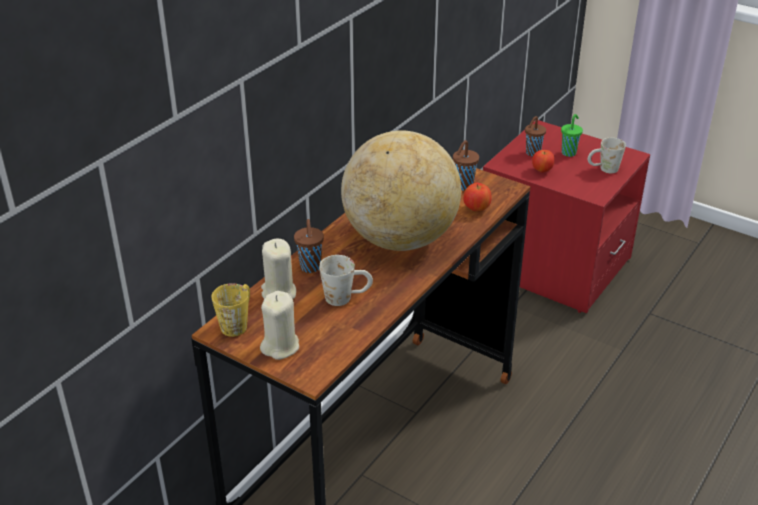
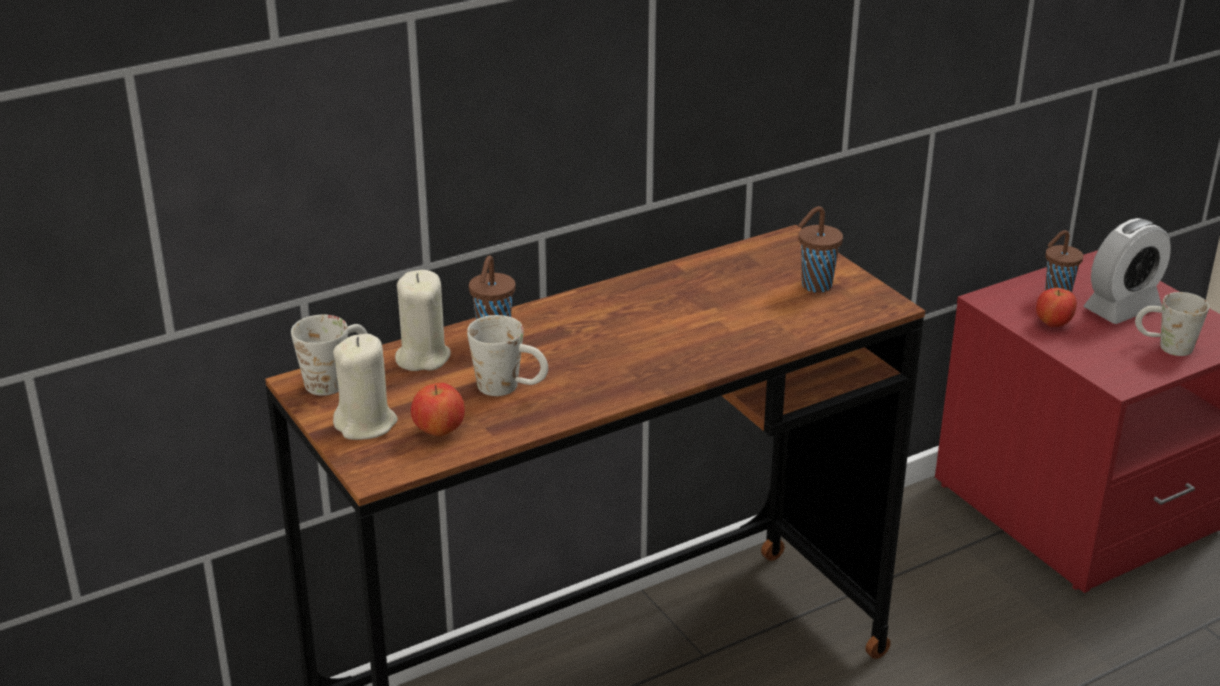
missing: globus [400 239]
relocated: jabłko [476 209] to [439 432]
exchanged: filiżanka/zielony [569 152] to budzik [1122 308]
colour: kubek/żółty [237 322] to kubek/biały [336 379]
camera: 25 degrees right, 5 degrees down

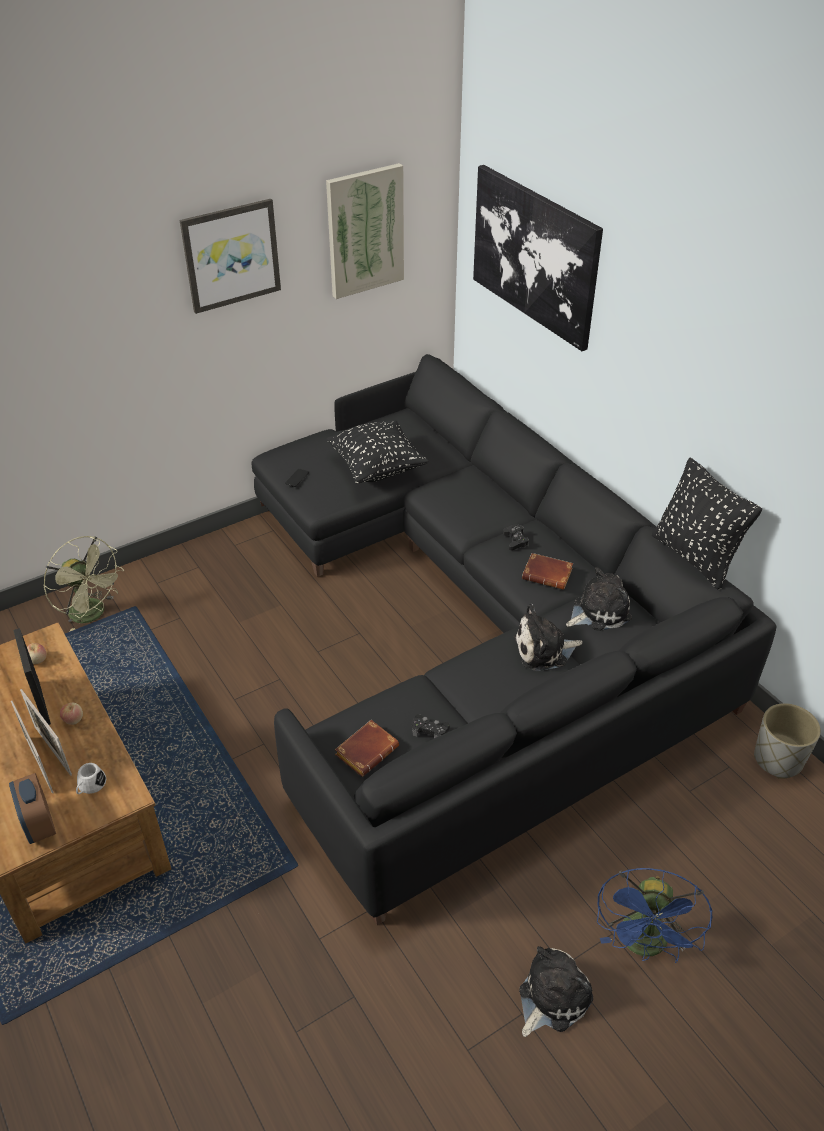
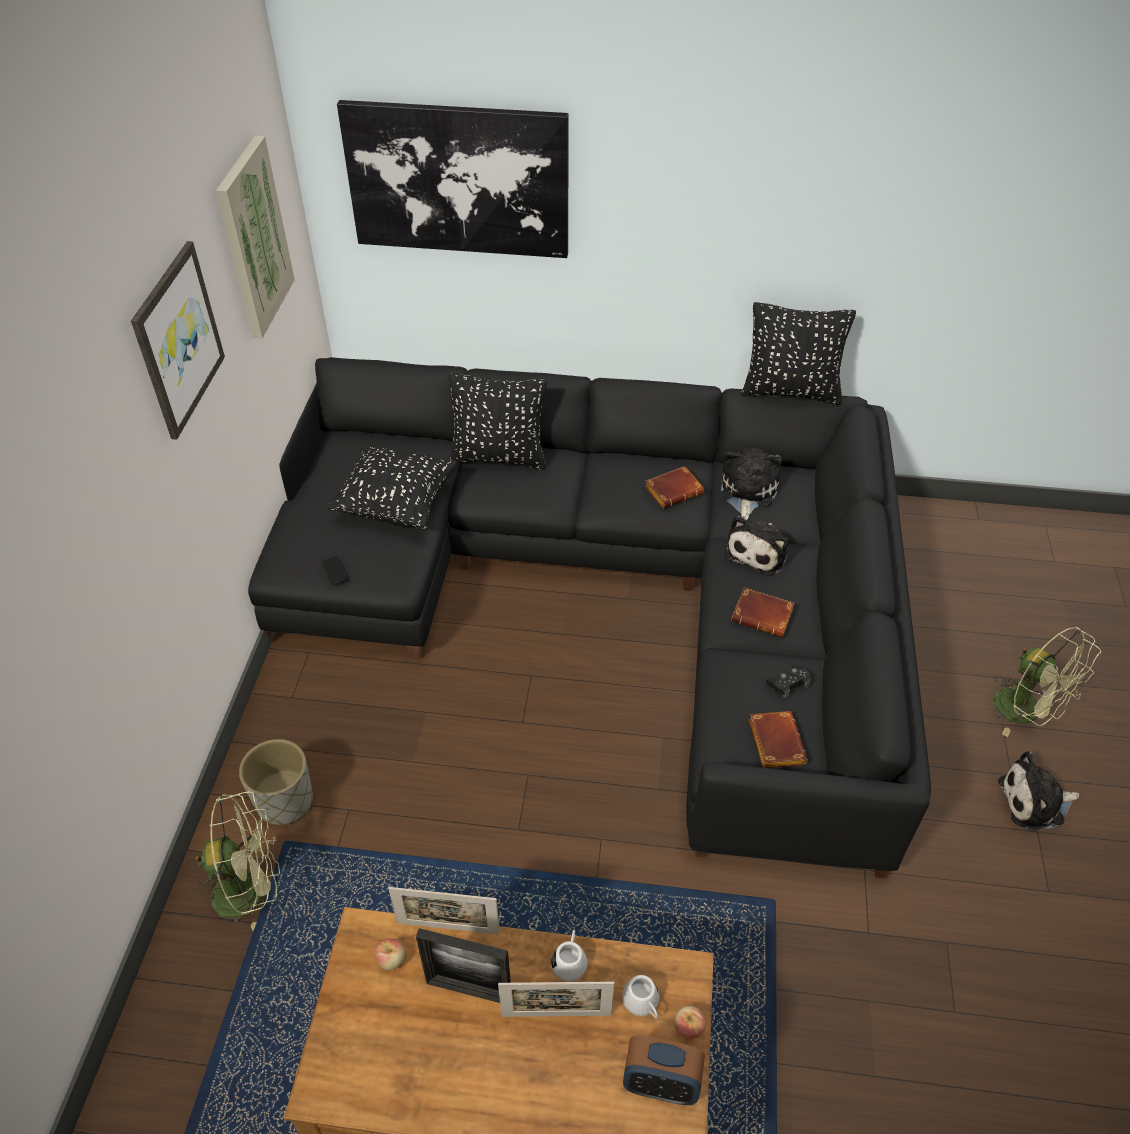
missing: pad do gier/czarny [515 541]
appeared: poduszka/czarny [499 457]; kubek/biały [570 960]; książka/brązowy [764 615]
relocated: ramka na zdjęcie [39 765] to [448 928]; jabłko [73 720] to [688 1028]; donica/szary [778 760] to [285 801]
colour: wentylator/niebieski [644 946] to wentylator/zielony [1026 712]
spun: pluszak [551 997] = [1035 802] 90 degrees counterclockwise
camera: 50 degrees left, 5 degrees up

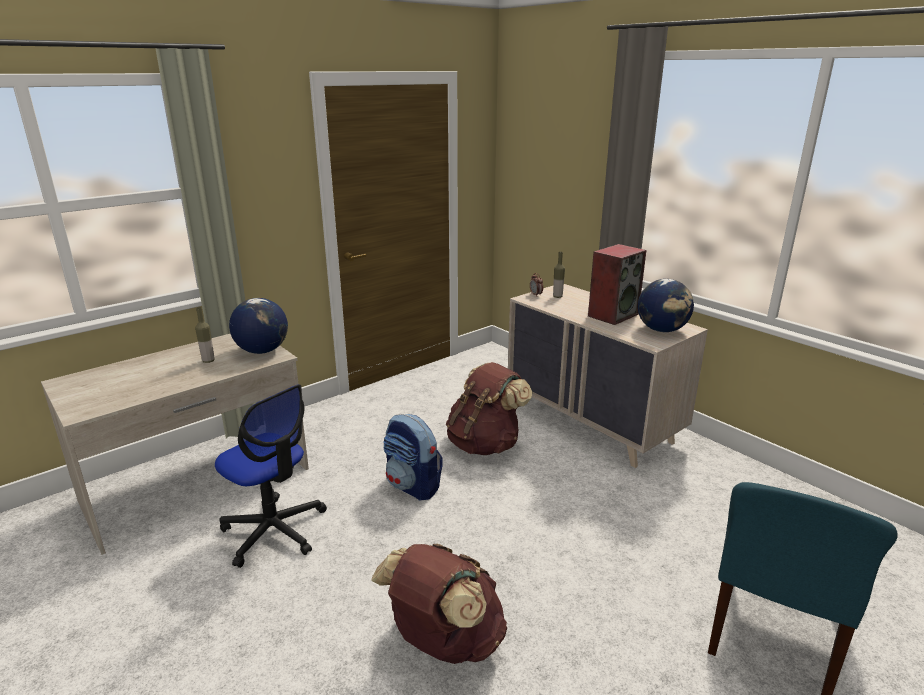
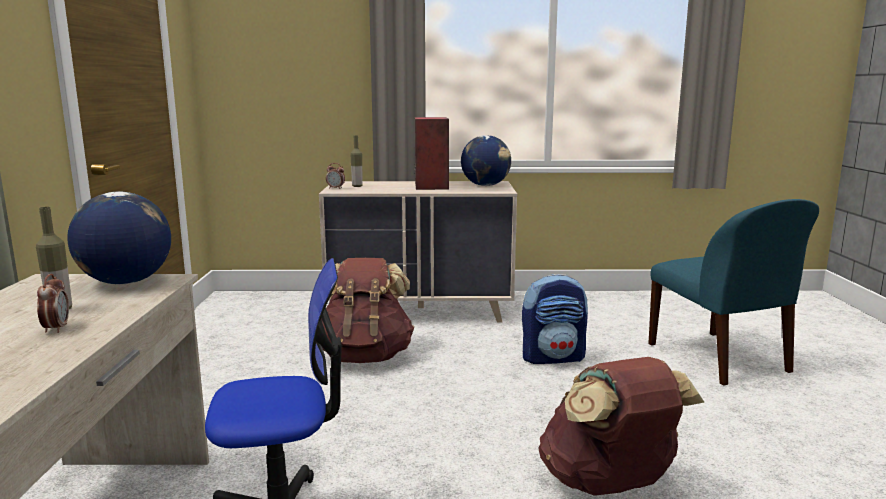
appeared: budzik [56 328]
relocated: plecak [413 486] to [553 357]
camera: 50 degrees left, 10 degrees down

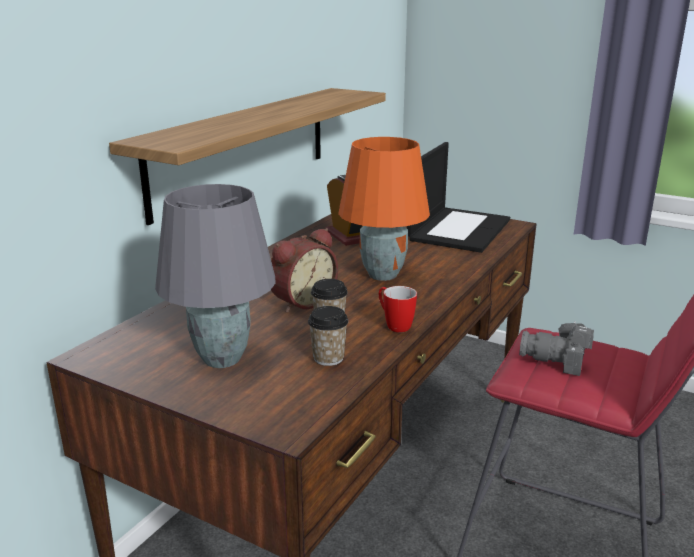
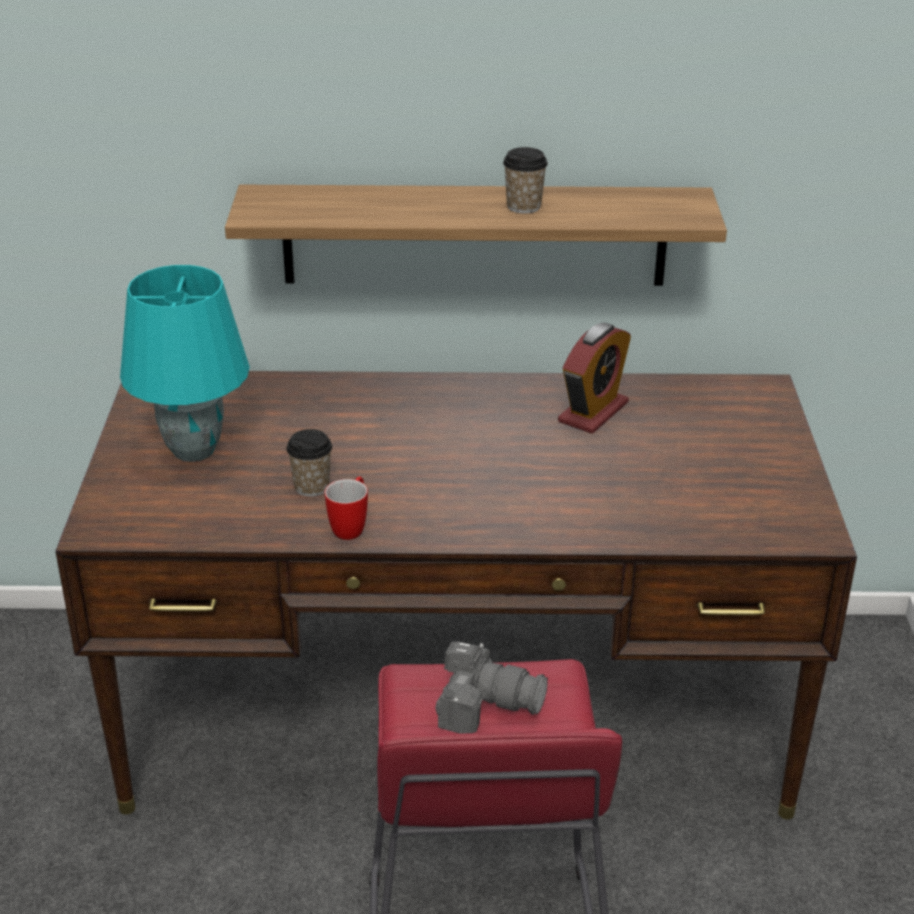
missing: budzik [301 302]; lampa stołowa/pomarańczowy [382 274]; laptop [458 229]
relocated: filiżanka [328 358] to [523 206]
colour: lampa stołowa/szary [223 359] to lampa stołowa/turkusowy [193 452]
spun: aparat fotograficzny [558 360] = [485 704] 120 degrees clockwise
camera: 60 degrees right, 10 degrees up

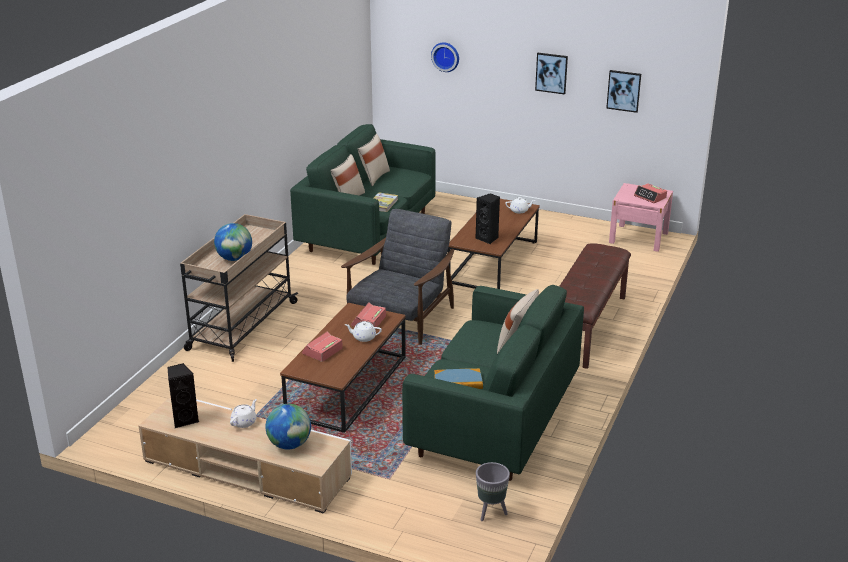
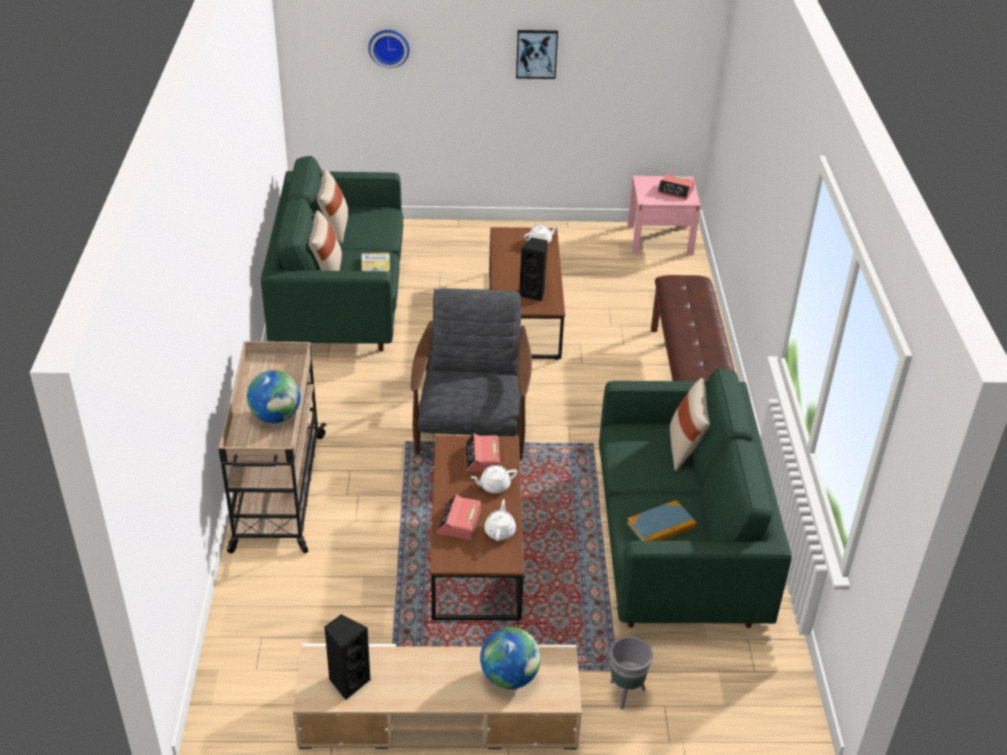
missing: obraz [624 90]
relocated: imbryk/biały [244 422] to [500 531]; donica/szary [491 513] to [626 693]
camera: 25 degrees left, 10 degrees up

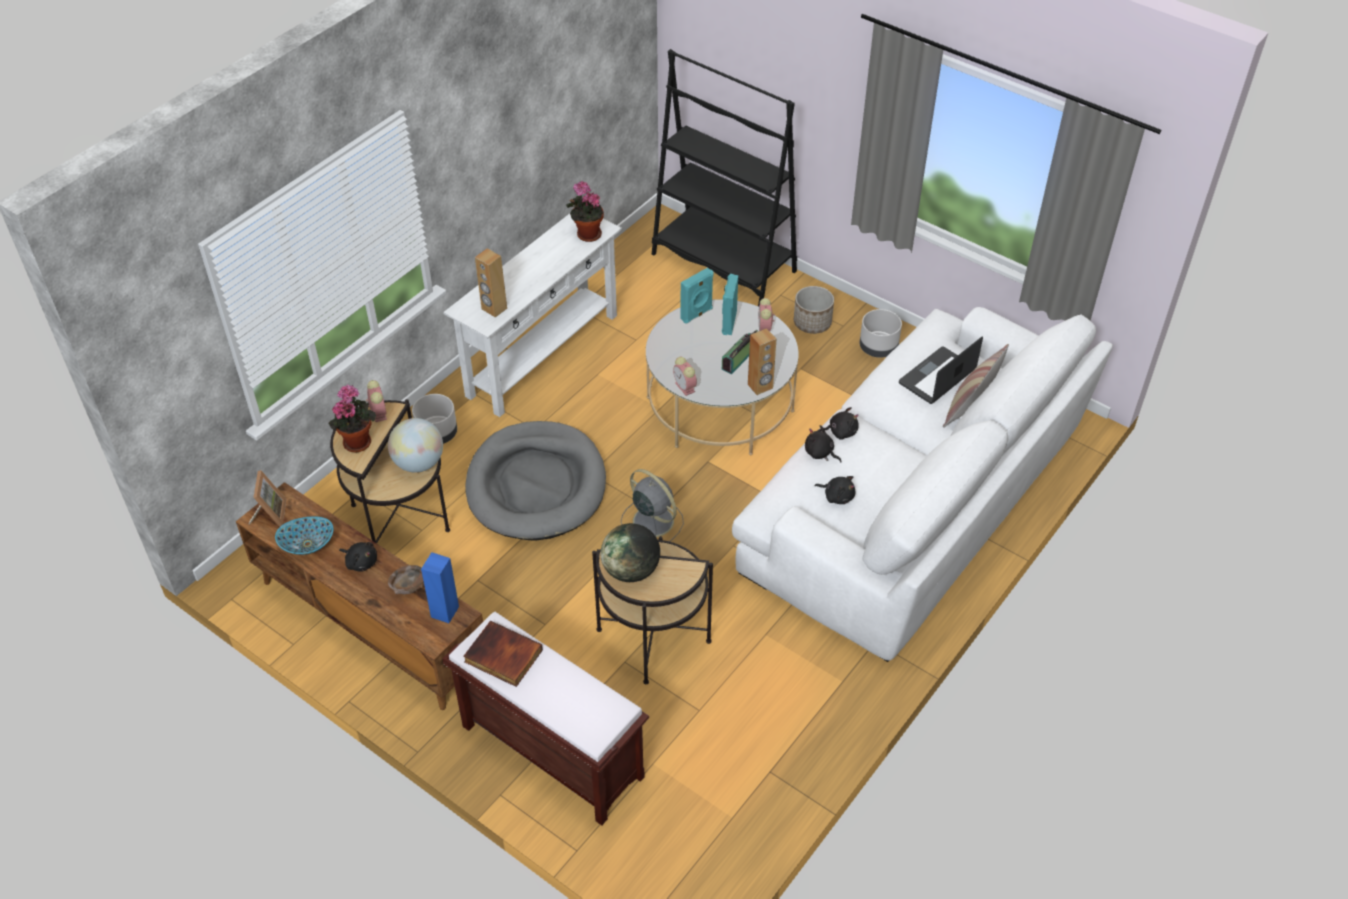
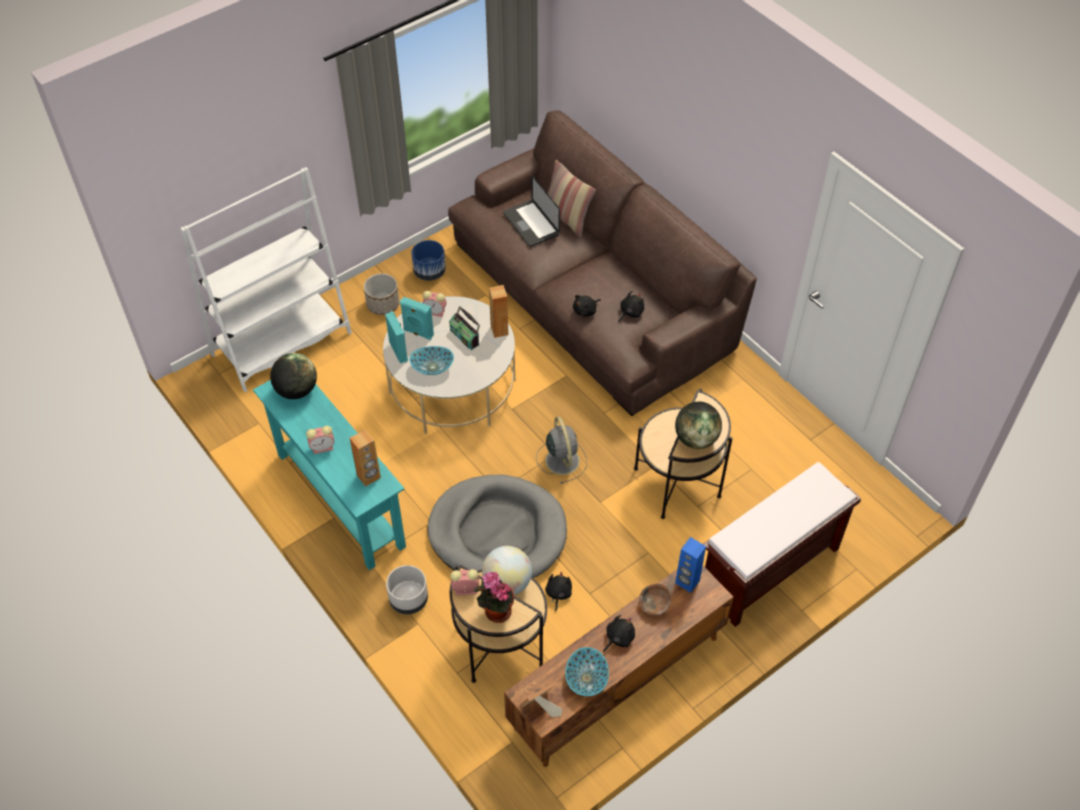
missing: książka [502 657]
appeared: miska [432 367]
relocated: budzik [685 388] to [323 447]; pluszak/czarny [840 432] to [558 594]
exchanged: roślina doniczkowa [586 234] to globus [297 390]
colour: stolik konsolowy/biały [542 355] to stolik konsolowy/turkusowy [339 500]; regał/czarny [723 263] to regał/biały [282 344]; kanapa/biały [915 500] to kanapa/brązowy [593 294]; donica/szary [878 348] to donica/niebieski [429 272]
spun: ramka na zdjęcie [270 514] = [541 707] 45 degrees counterclockwise; wentylator/szary [651 520] = [562 459] 105 degrees clockwise
camera: 75 degrees left, 5 degrees up

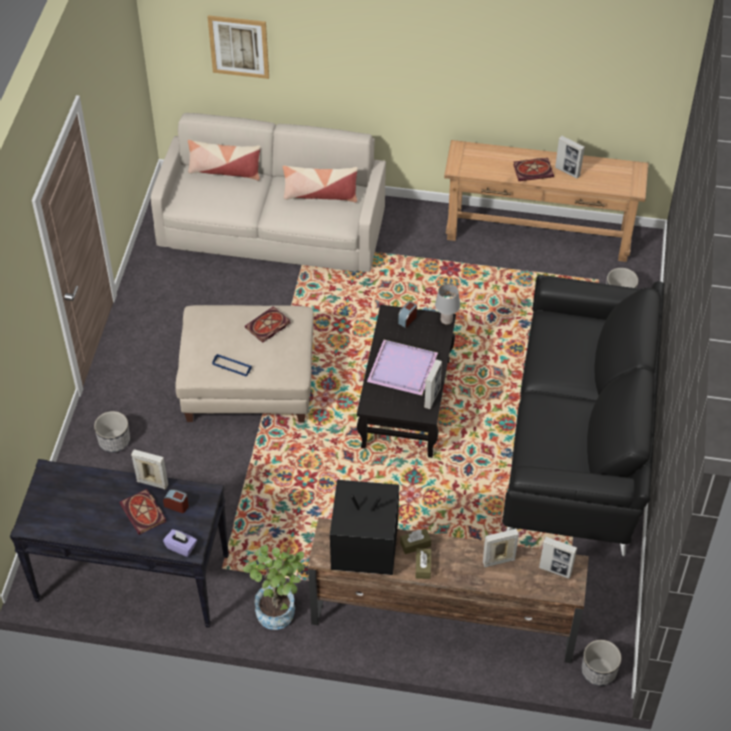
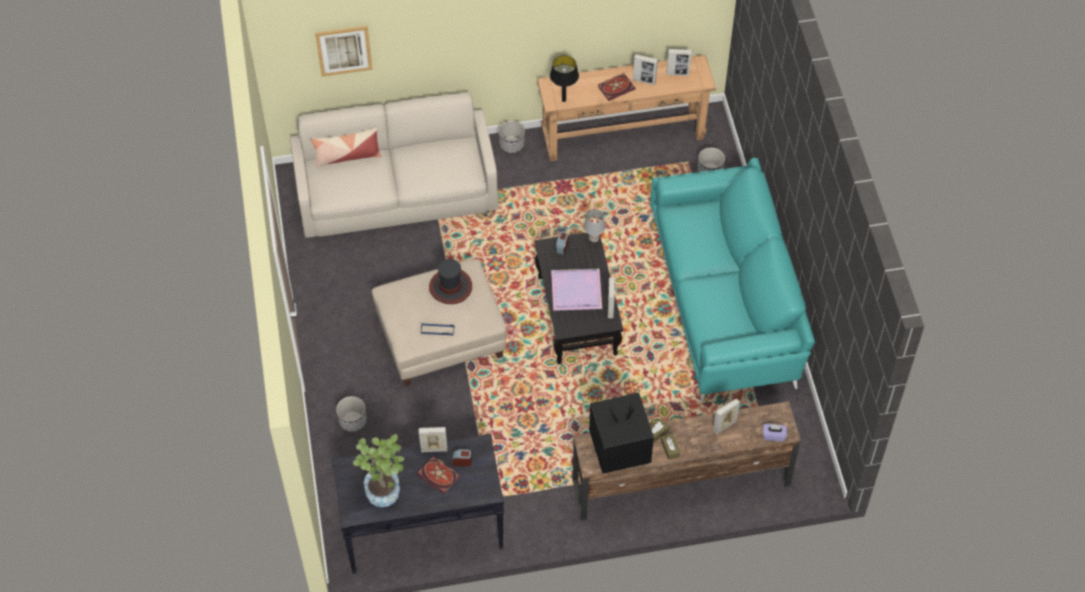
missing: poduszka [320 195]
appeared: lampa stołowa/czarny [563 100]
relocated: pudełko chusteczek/fioletowy [181 547] to [773 435]; roślina doniczkowa [278 608] to [384 487]; ramka na zdjęcie [555 570] to [677 74]; donica [599 671] to [512 144]
exchanged: książka [267 326] to kapelusz [450 287]
colour: kanapa/czarny [580 435] to kanapa/turkusowy [725 300]
camera: 20 degrees left, 5 degrees up

